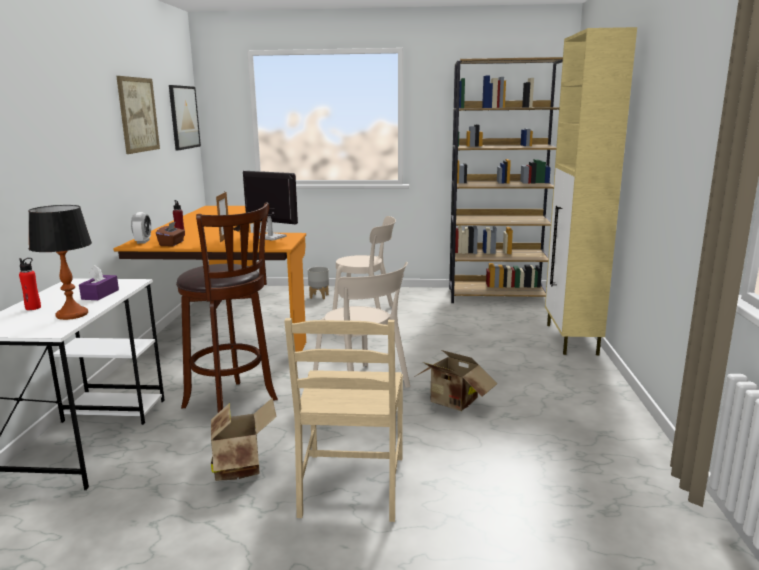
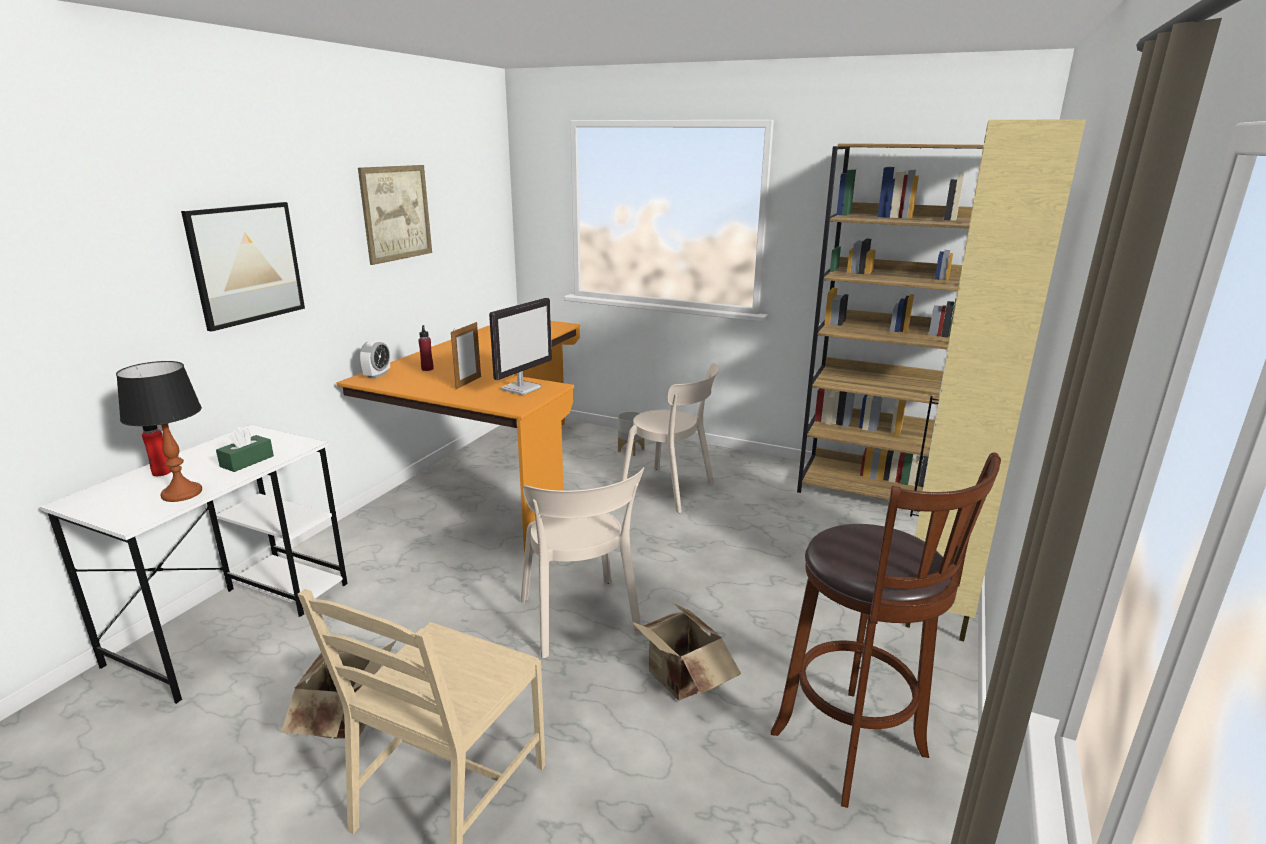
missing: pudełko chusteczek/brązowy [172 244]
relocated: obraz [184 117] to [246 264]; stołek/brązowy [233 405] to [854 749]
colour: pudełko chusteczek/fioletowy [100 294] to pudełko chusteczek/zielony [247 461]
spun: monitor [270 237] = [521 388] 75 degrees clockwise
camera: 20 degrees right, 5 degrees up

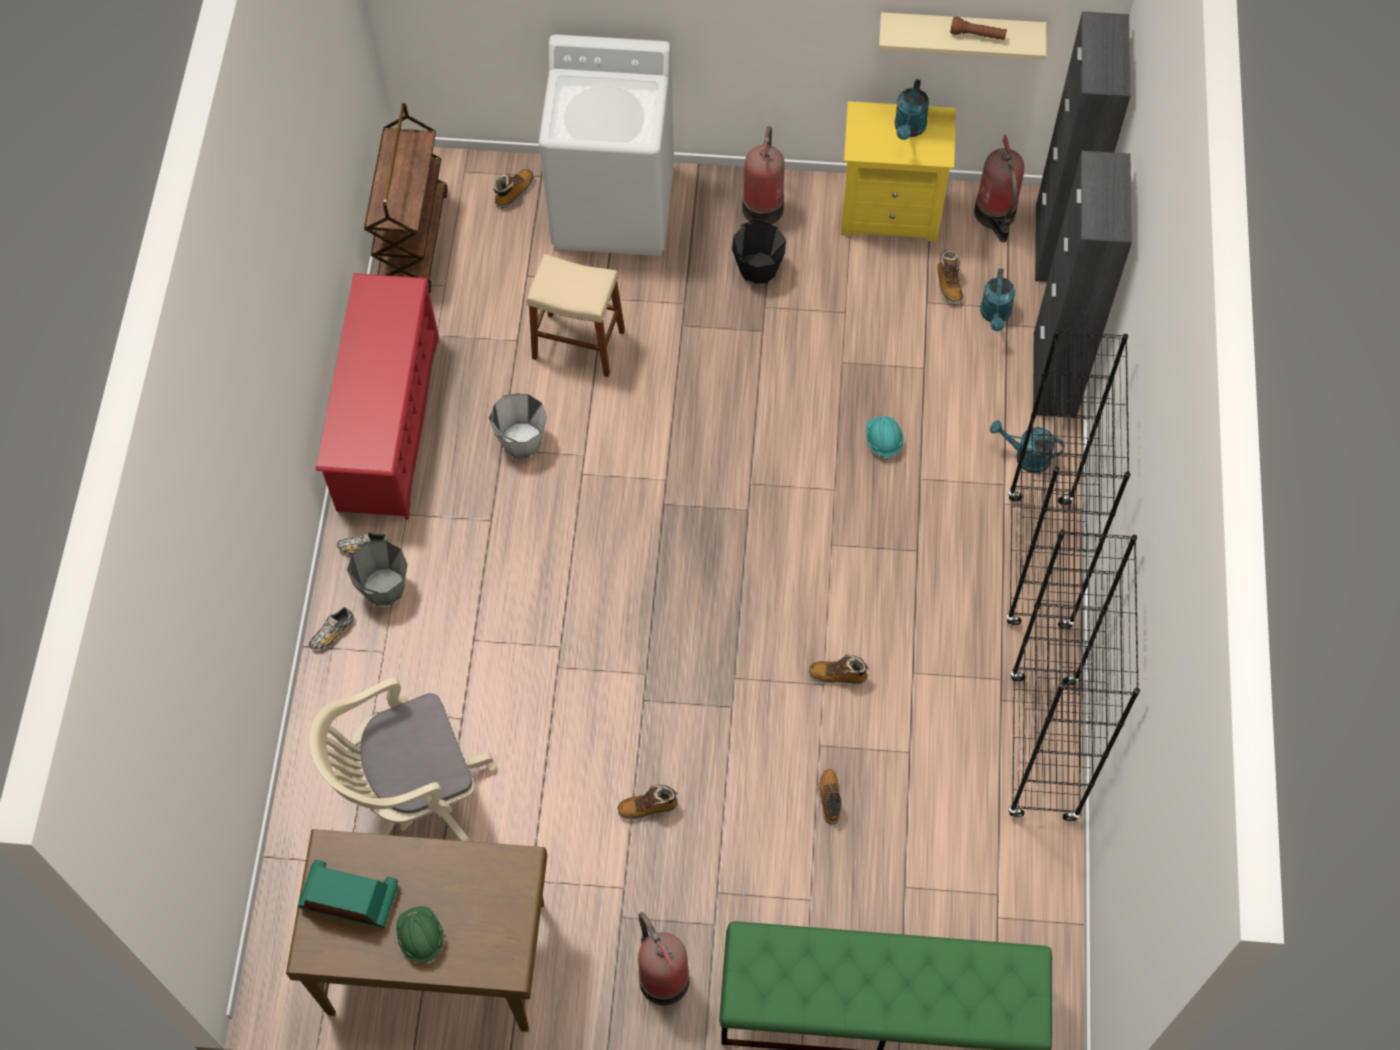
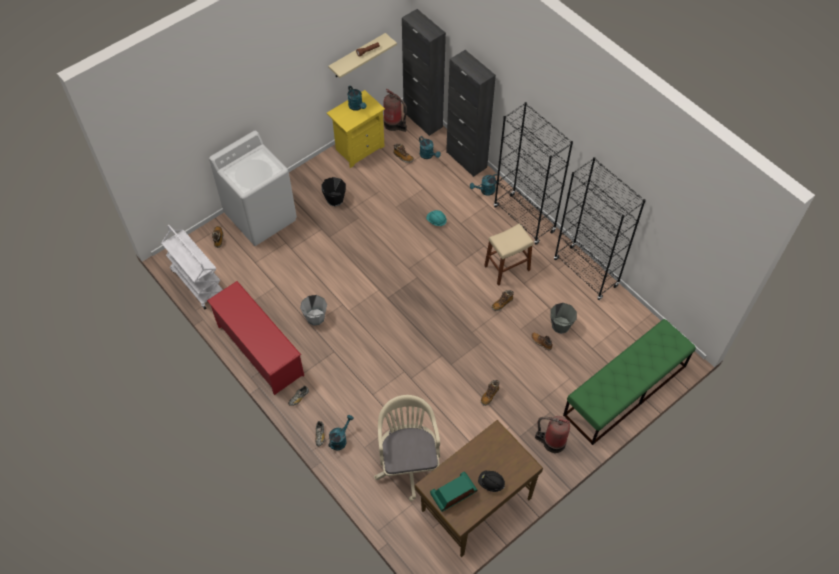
missing: gaśnica [763 205]
appeared: konewka/turkusowy [340 439]
relocated: wiadro/szary [383 588] to [560 325]; stołek/beżowy [578 344] to [507 268]
colour: wózek/brązowy [412 239] to wózek/biały [197 282]; kask/zielony [421 937] to kask/czarny [491 483]
spun: krzesło biurowe/beżowy [412 795] = [408 462] 150 degrees clockwise
camera: 45 degrees left, 5 degrees down

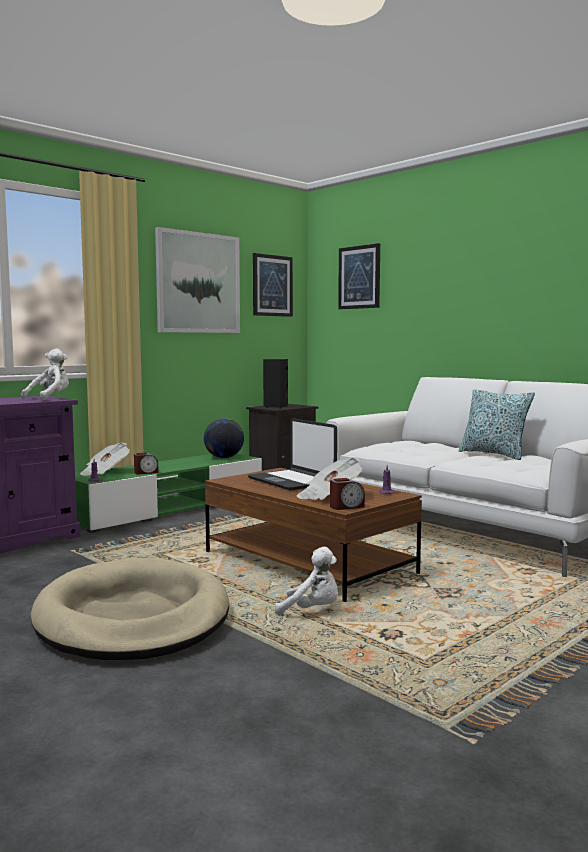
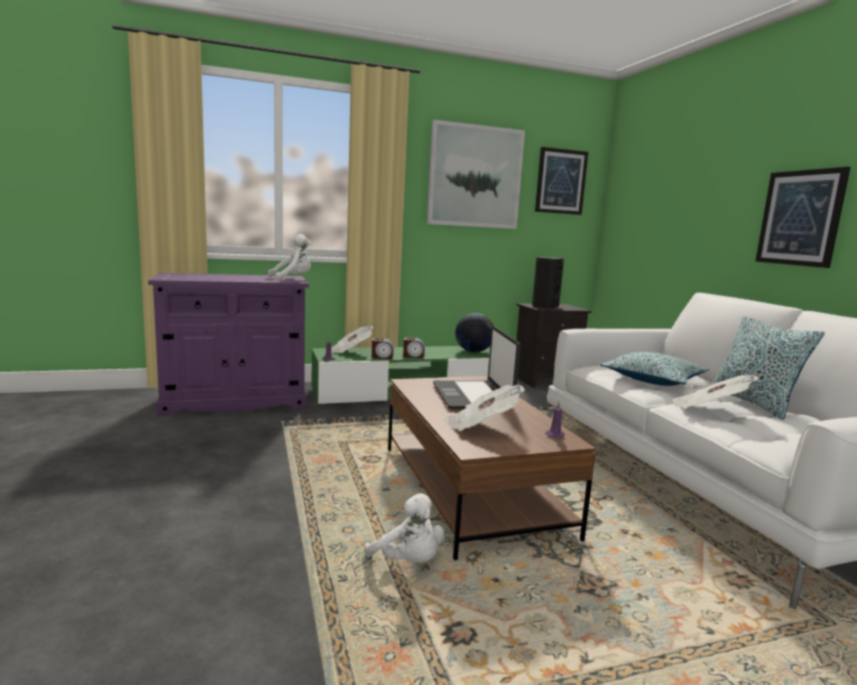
missing: legowisko/beżowy [133 617]
appeared: poduszka [653 380]; gazeta [708 409]
relocated: budzik [346 507] to [413 356]; obraz [359 277] to [800 218]
camera: 25 degrees right, 5 degrees up

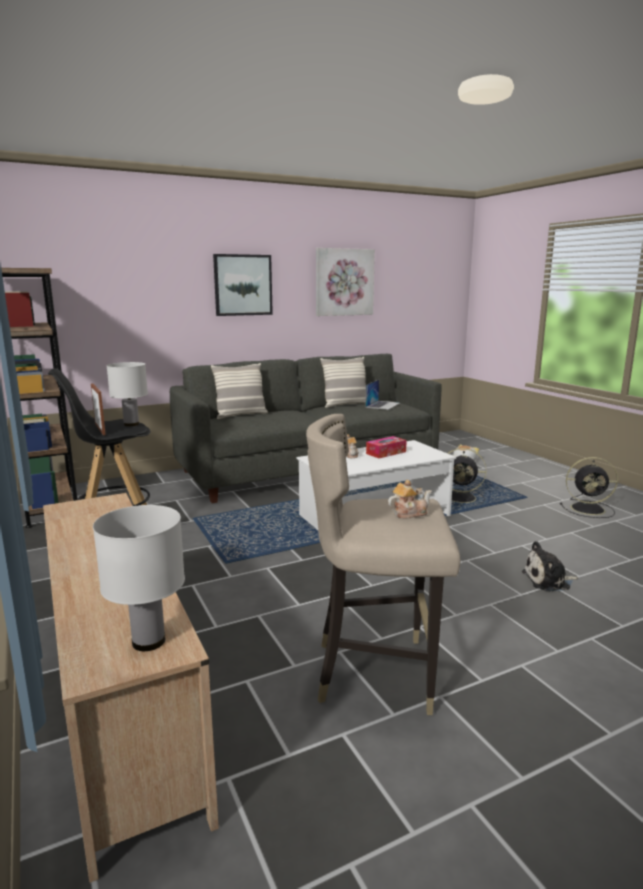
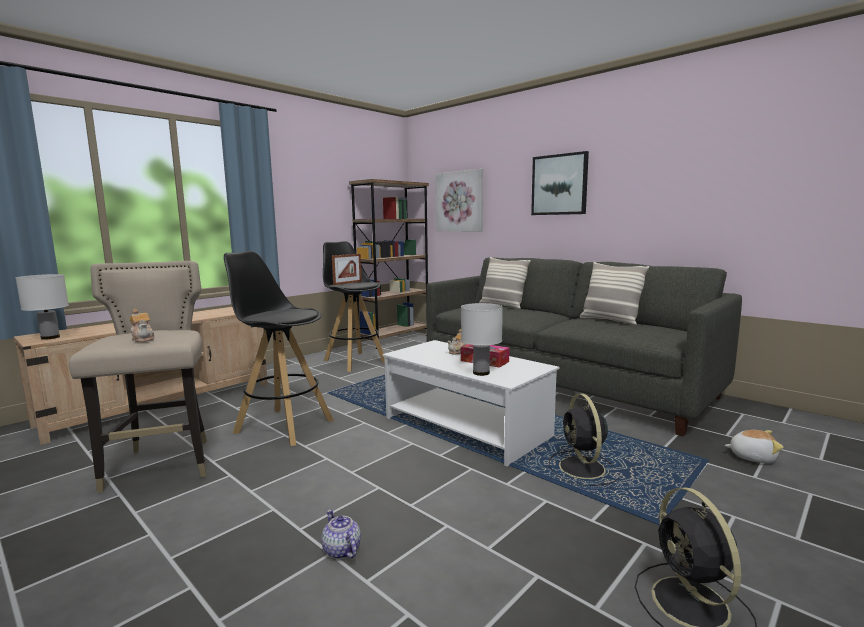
missing: laptop [383 405]
appeared: stołek/czarny [283 426]
relocated: lampa stołowa/biały [131 424] to [481 373]; obraz [344 282] to [460 201]
exchanged: pluszak [548 581] to imbryk [341 551]
camera: 70 degrees right, 5 degrees down

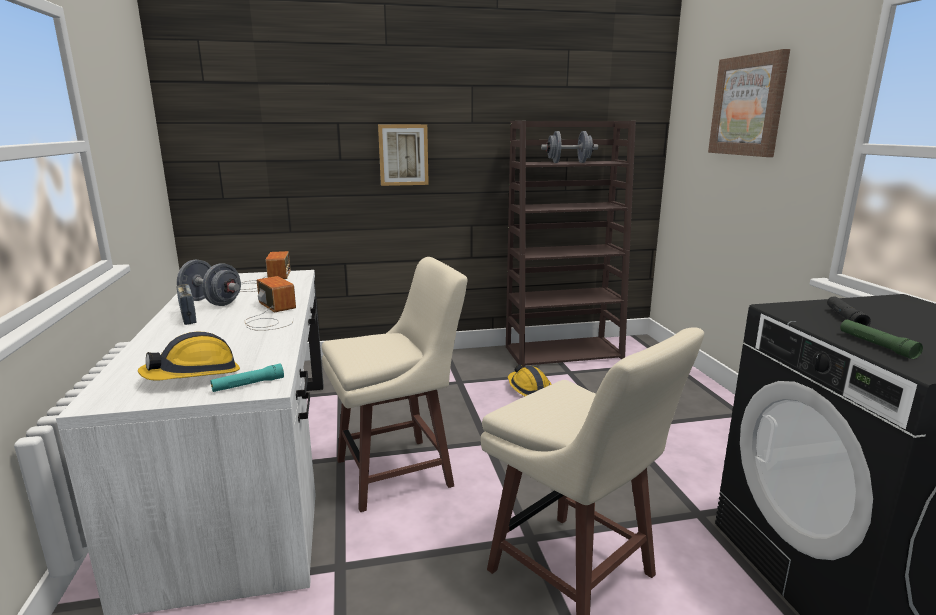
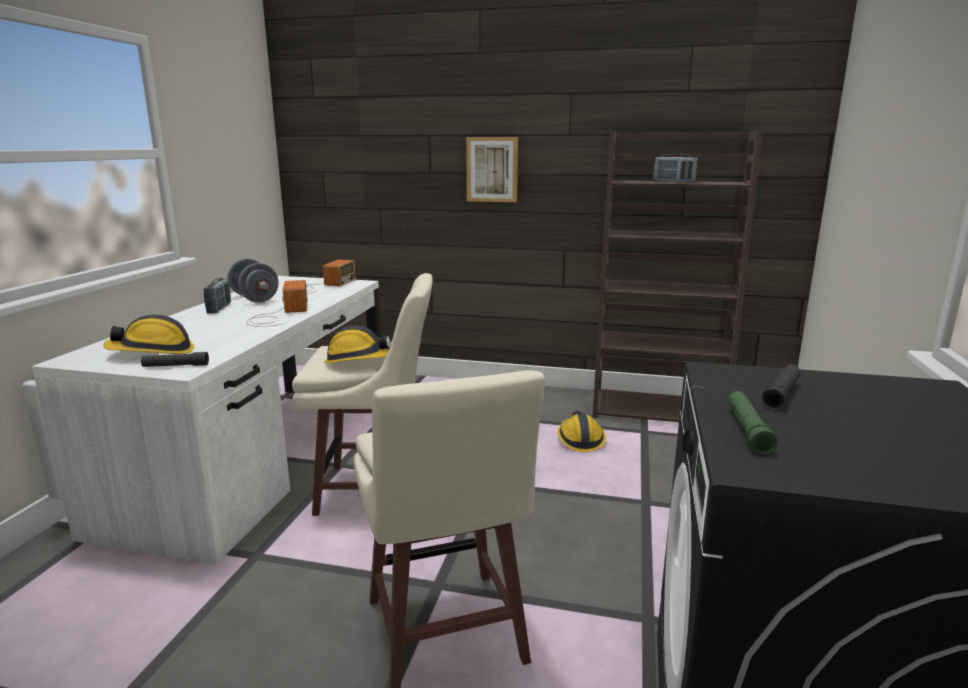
missing: obraz [748 106]
appeared: kask [359 360]
exchanged: hantel/szary [568 162] to radio [674 182]
colour: latarka/turkusowy [248 385] to latarka/czarny [175 366]
camera: 25 degrees right, 0 degrees up

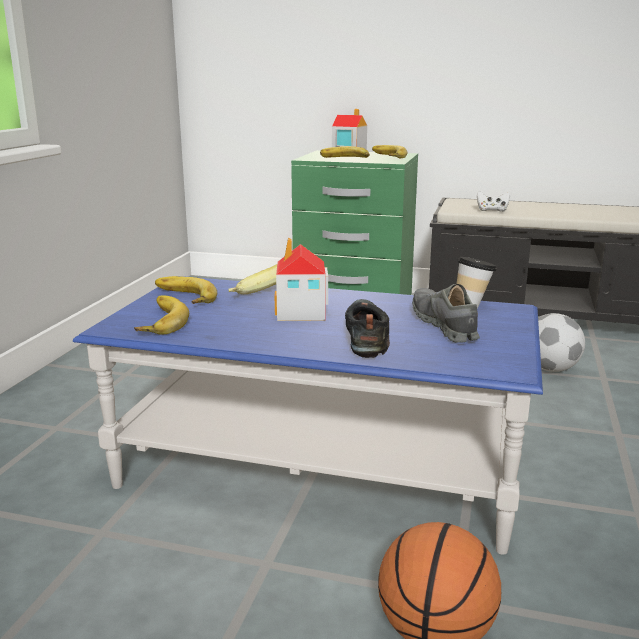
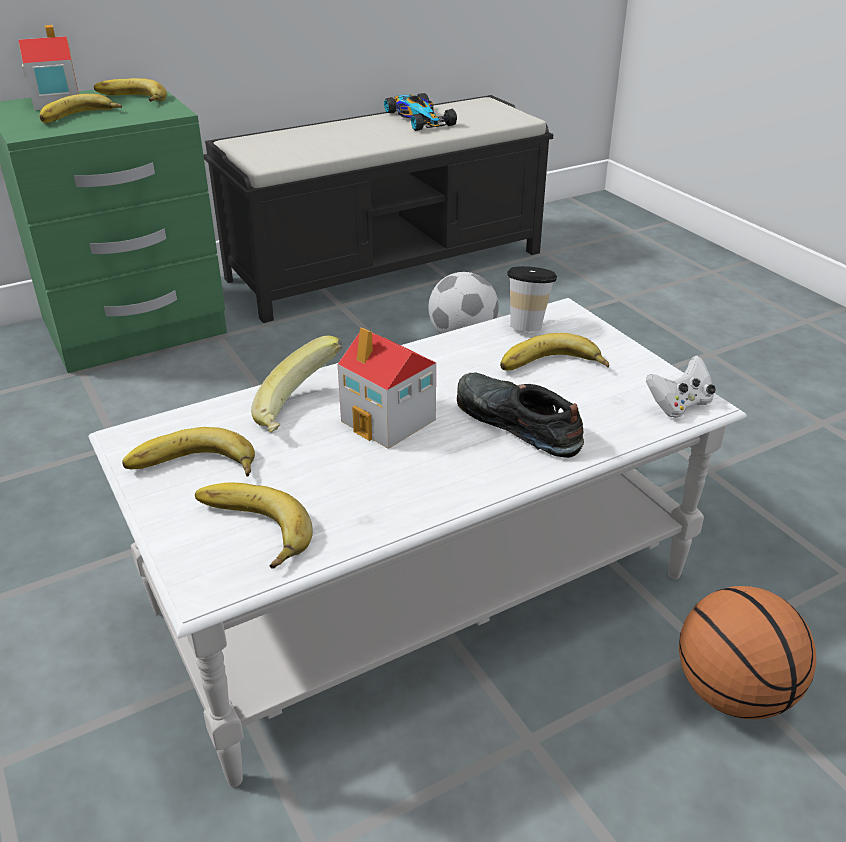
appeared: samochodzik [419 118]
relocated: pad do gier/biały [492 210] to [679 405]
exchanged: but/szary [444 325] to banan [552 368]
colour: ława/niebieski [319 469] to ława/biały [422 593]
camera: 45 degrees left, 15 degrees up

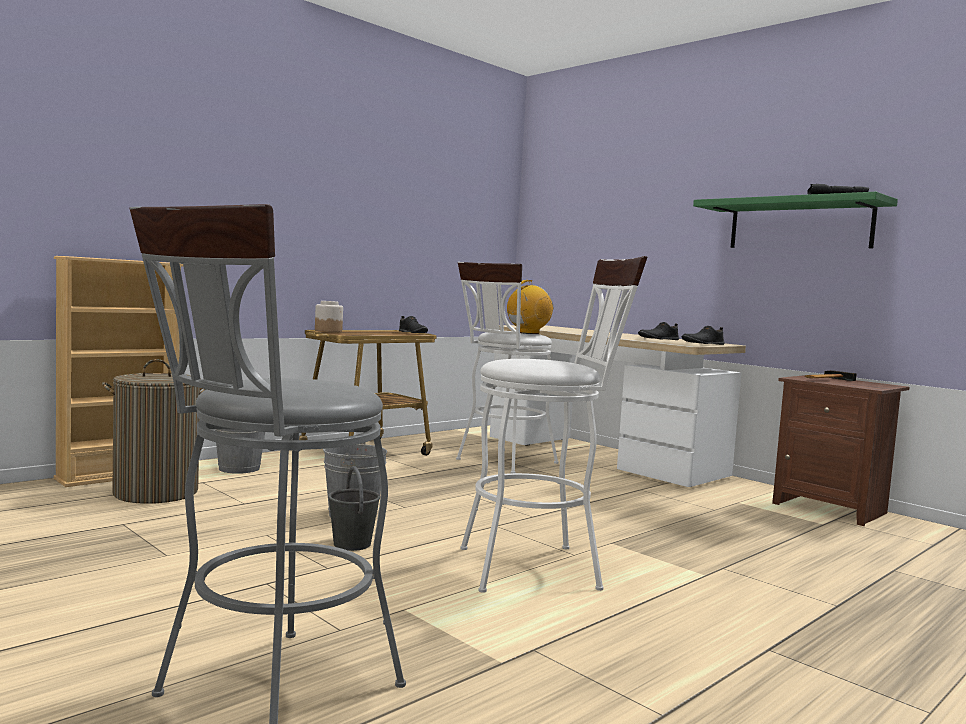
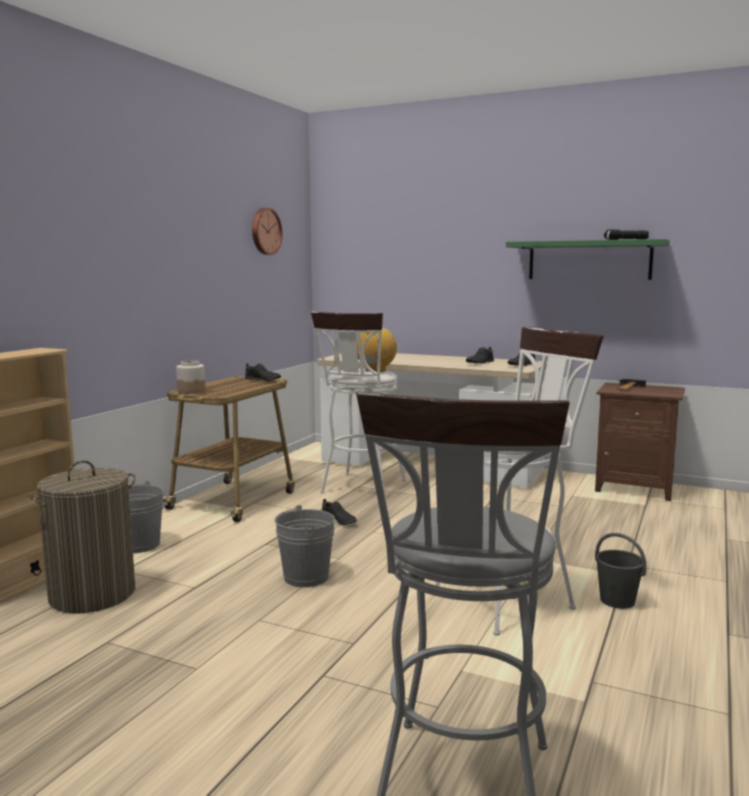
appeared: zegar ścienny [265 231]; but/czarny [338 520]
relocated: wiadro/szary [352 544] to [616 600]
camera: 20 degrees left, 5 degrees up

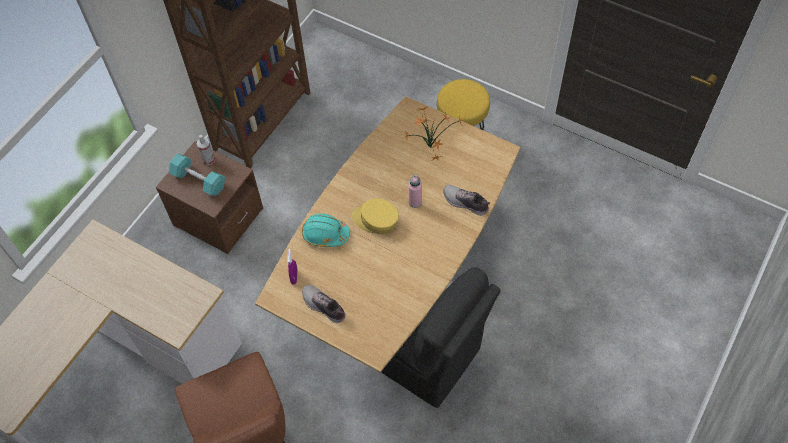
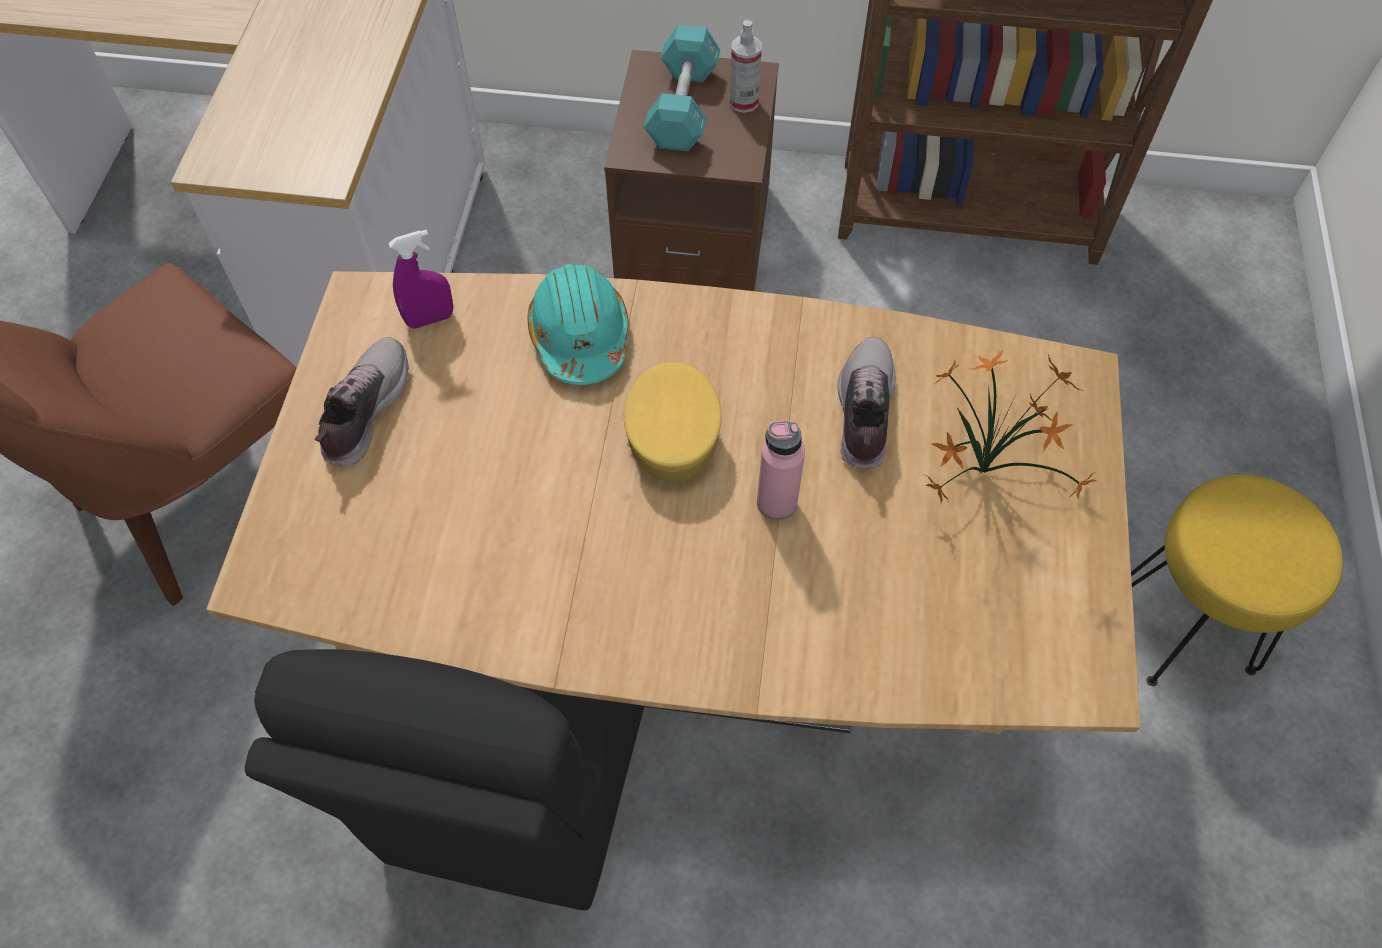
relocated: but [465 203] to [863 413]
camera: 65 degrees right, 0 degrees up

